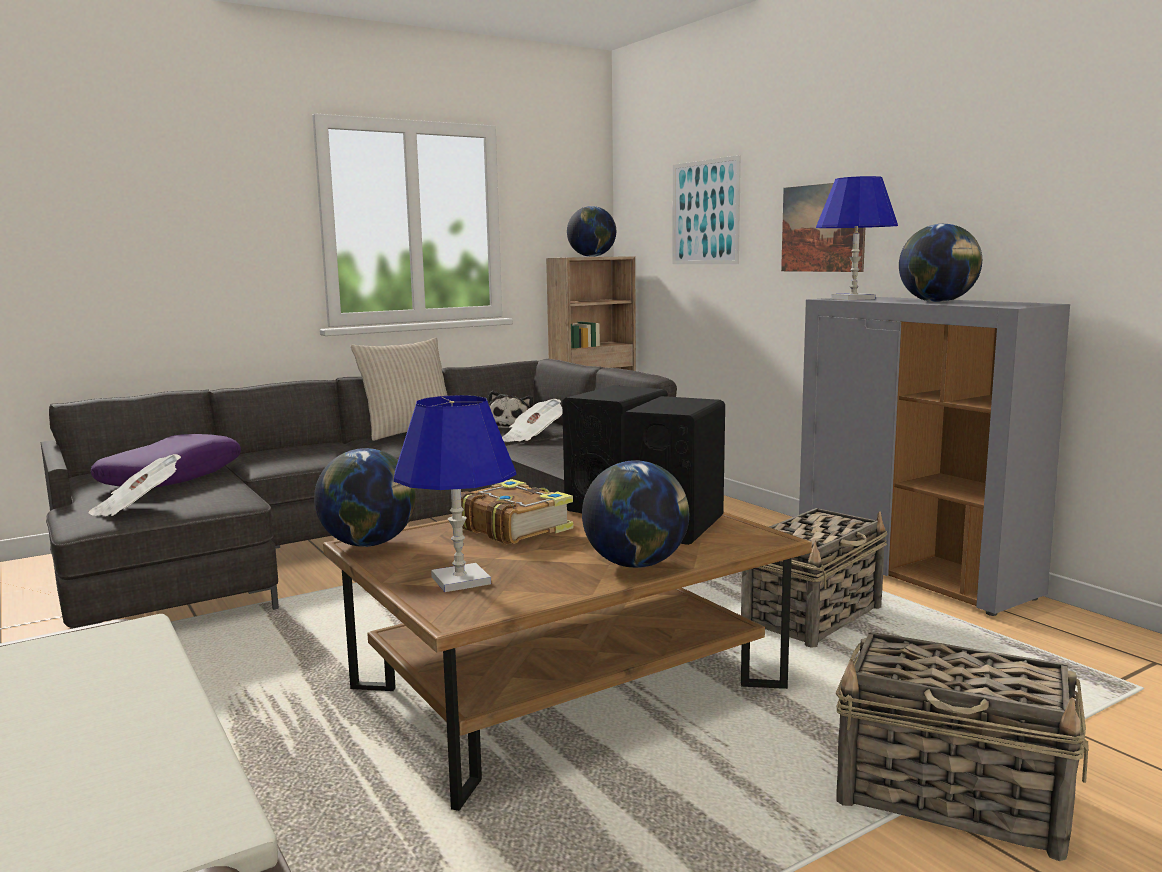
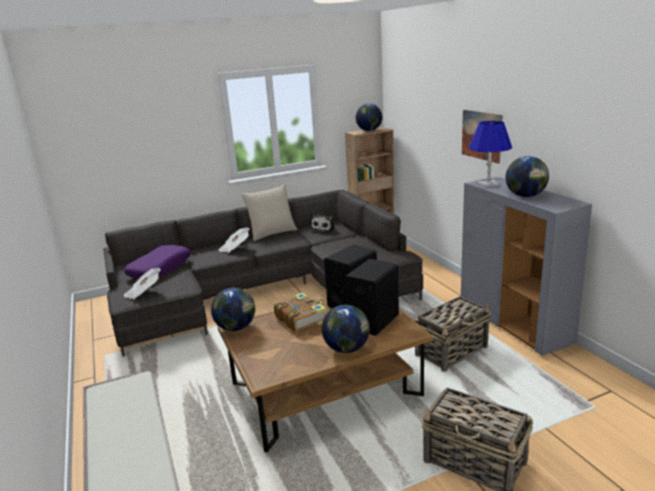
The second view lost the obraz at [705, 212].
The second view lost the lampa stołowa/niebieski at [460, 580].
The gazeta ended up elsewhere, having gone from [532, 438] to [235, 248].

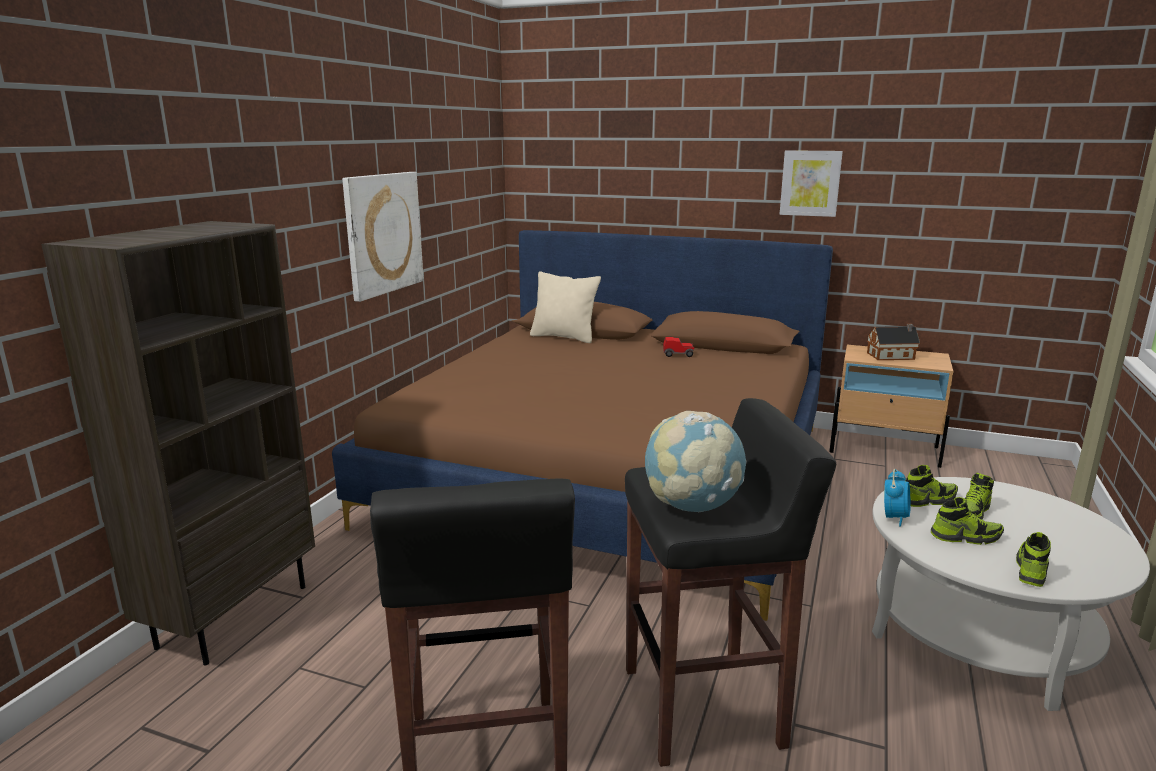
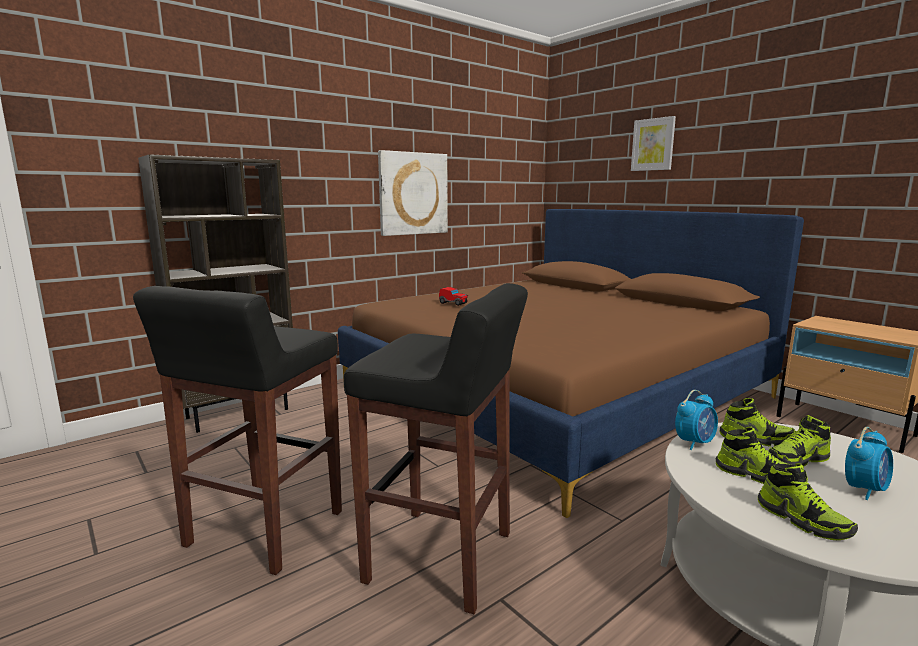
The obraz ended up elsewhere, having gone from [810, 183] to [653, 144].
The second view lost the poduszka/beżowy at [564, 337].
The second view lost the domek at [892, 356].
The samochodzik ended up elsewhere, having gone from [678, 355] to [453, 303].
The second view lost the globus at [692, 506].
The but at [1030, 569] ended up facing another way, 90 degrees clockwise from before.
The second view gained the budzik at [864, 489].

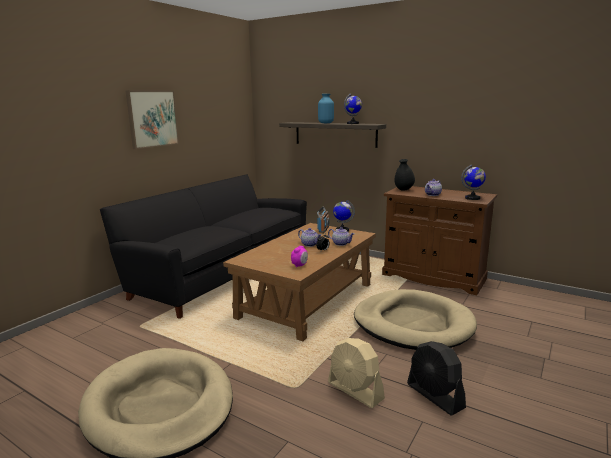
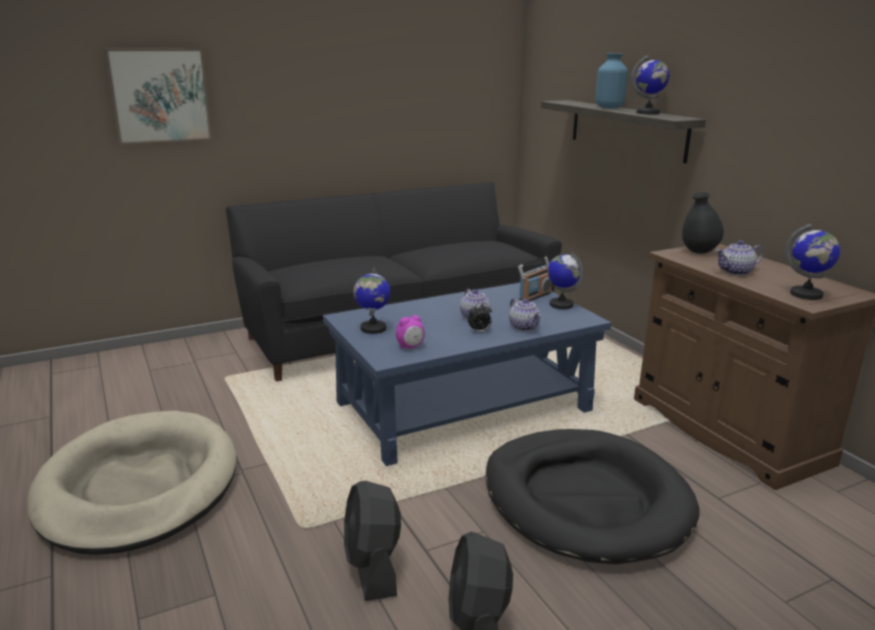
The obraz ended up elsewhere, having gone from [152, 118] to [160, 96].
What was the ława/brązowy at [306, 300] turned into the ława/niebieski at [464, 406].
What was the legowisko/beżowy at [412, 324] turned into the legowisko/czarny at [585, 500].
What was the wentylator/beżowy at [355, 391] turned into the wentylator/czarny at [373, 567].
The second view gained the globus at [373, 328].

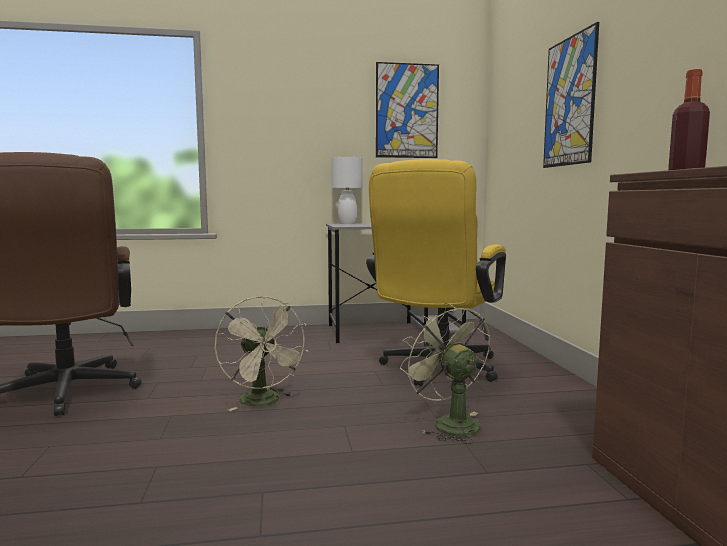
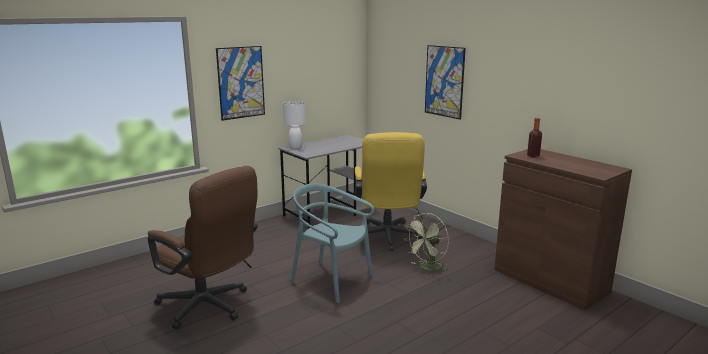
The obraz ended up elsewhere, having gone from [407, 111] to [241, 82].
Where the wentylator/beżowy stood at [264, 402], the krzesło/turkusowy came to stand at [331, 280].
The wentylator/zielony at [448, 423] ended up facing another way, 75 degrees counterclockwise from before.

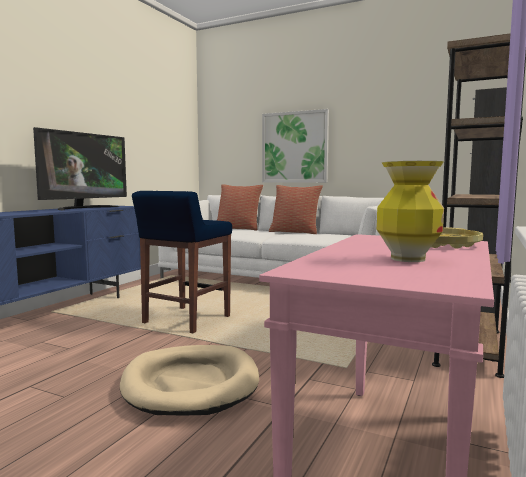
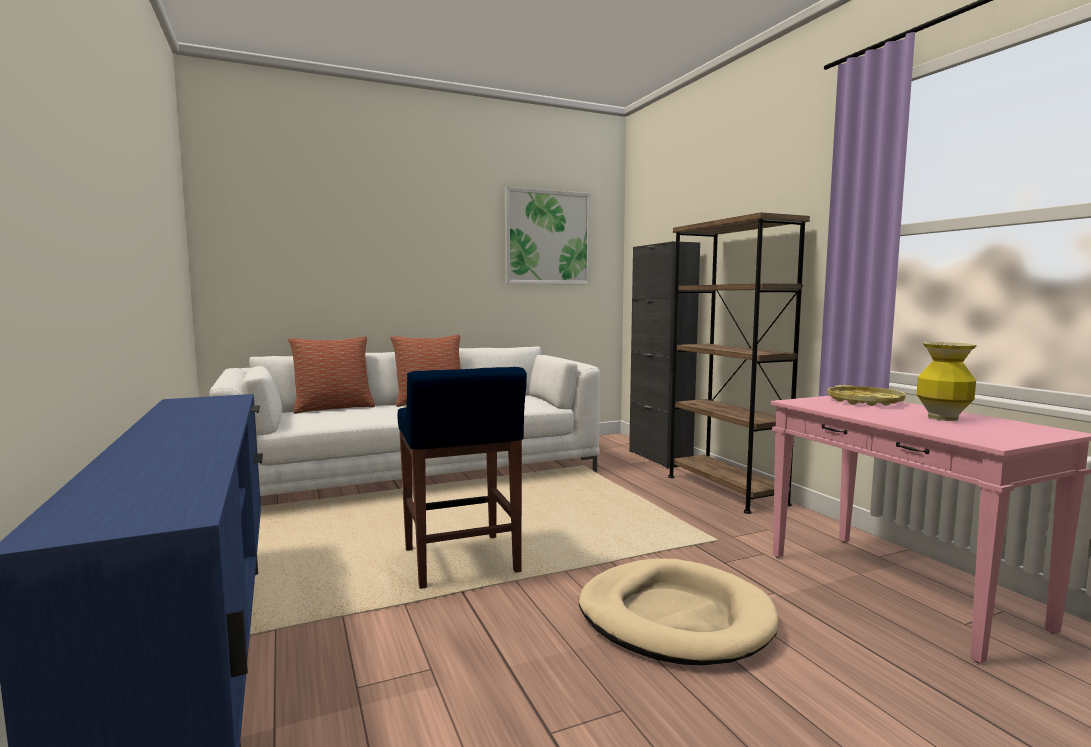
The obraz ended up elsewhere, having gone from [294, 147] to [548, 237].
The second view lost the telewizor at [84, 208].

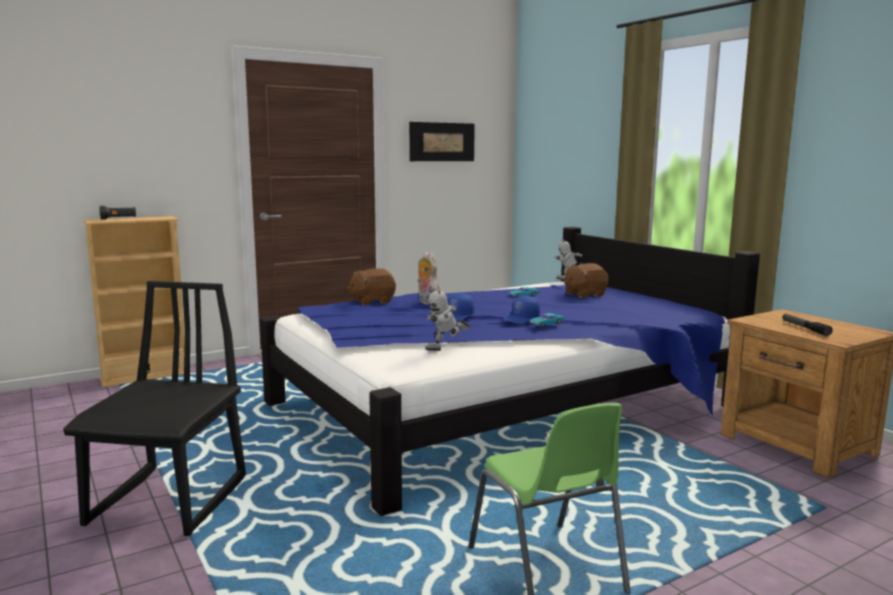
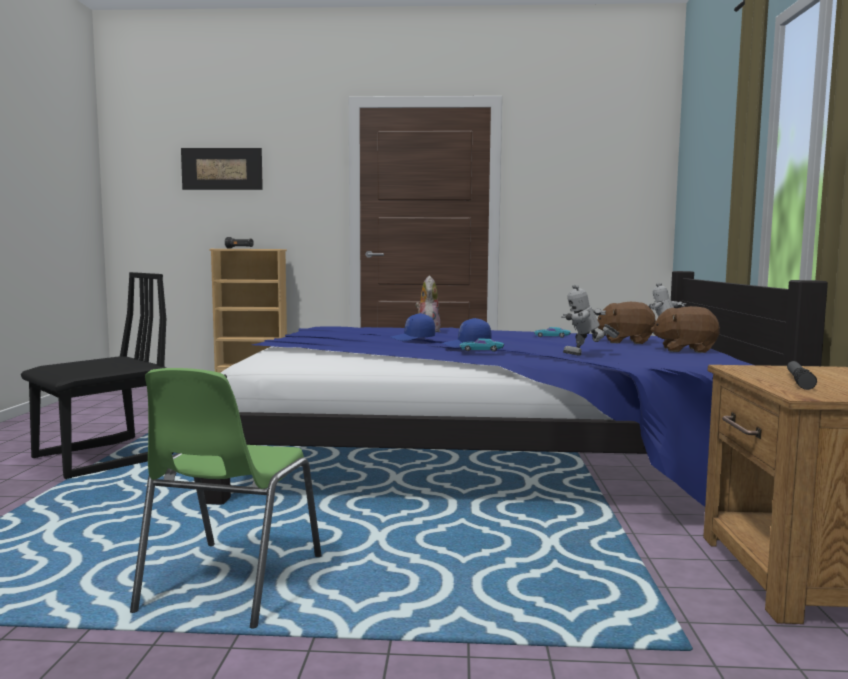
The obraz ended up elsewhere, having gone from [442, 142] to [222, 169].
The pluszak/brązowy ended up elsewhere, having gone from [372, 301] to [685, 350].
The robot zabawkowy ended up elsewhere, having gone from [446, 350] to [586, 356].

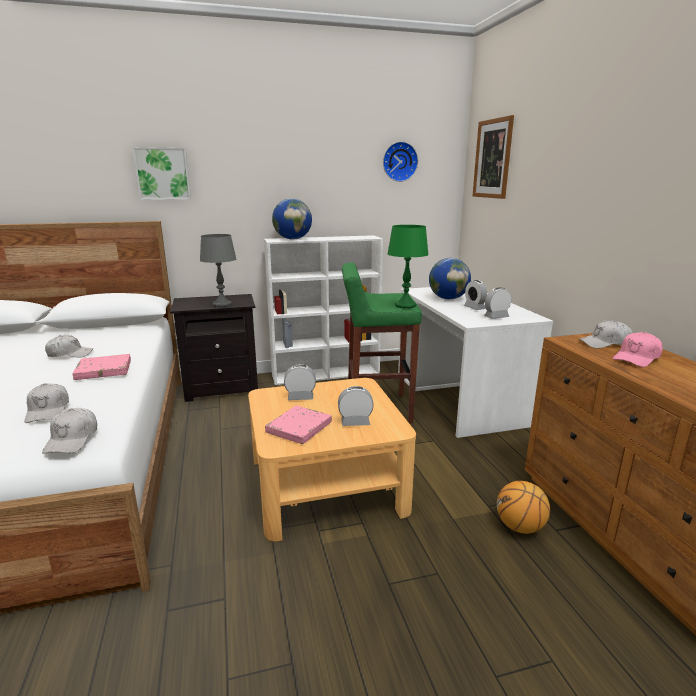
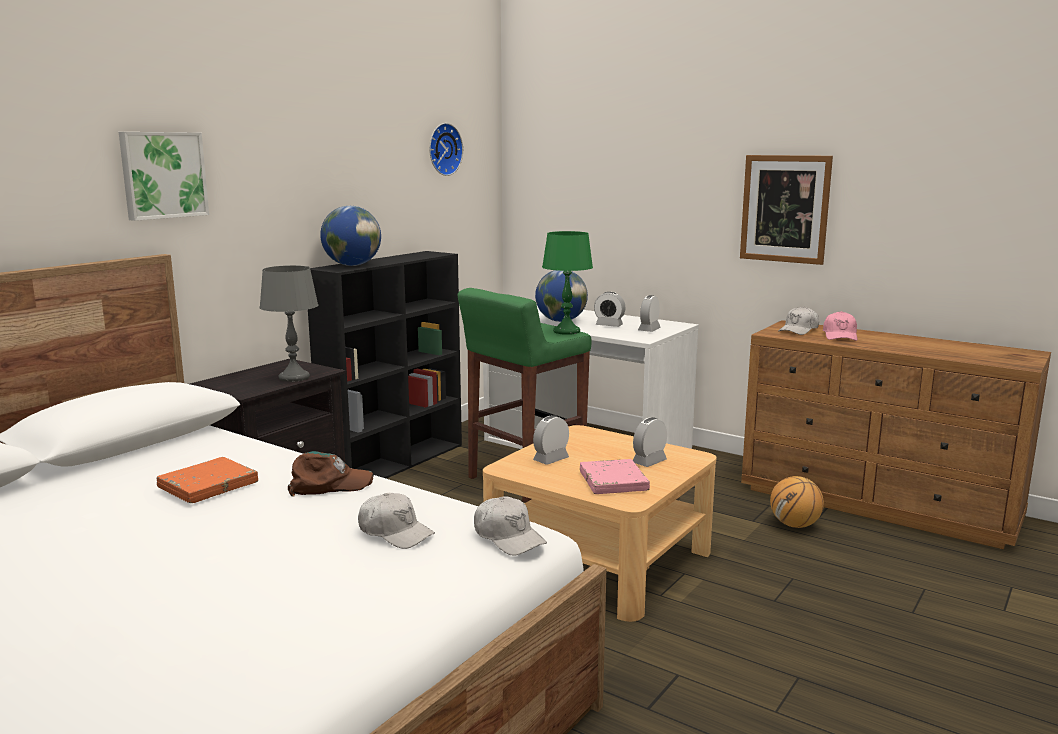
The obraz ended up elsewhere, having gone from [492, 159] to [785, 209].
What was the regał/biały at [326, 374] turned into the regał/czarny at [395, 463].
Where the czapka z daszkiem/biały stood at [70, 354], the książka/pomarańczowy came to stand at [208, 486].
Where the książka/różowy stood at [104, 370], the czapka z daszkiem/brązowy came to stand at [329, 484].

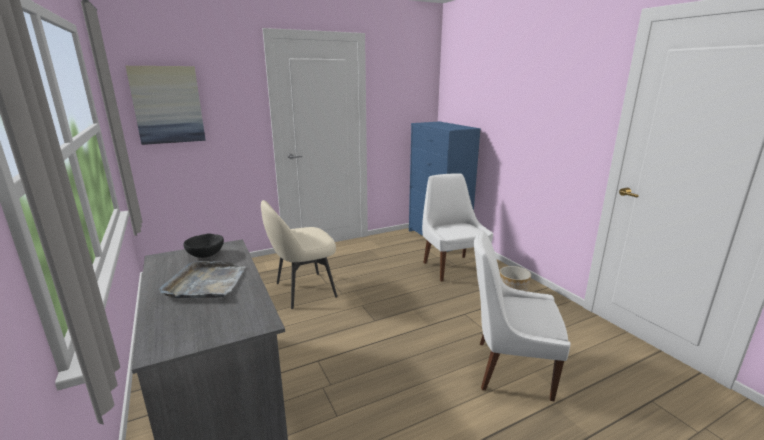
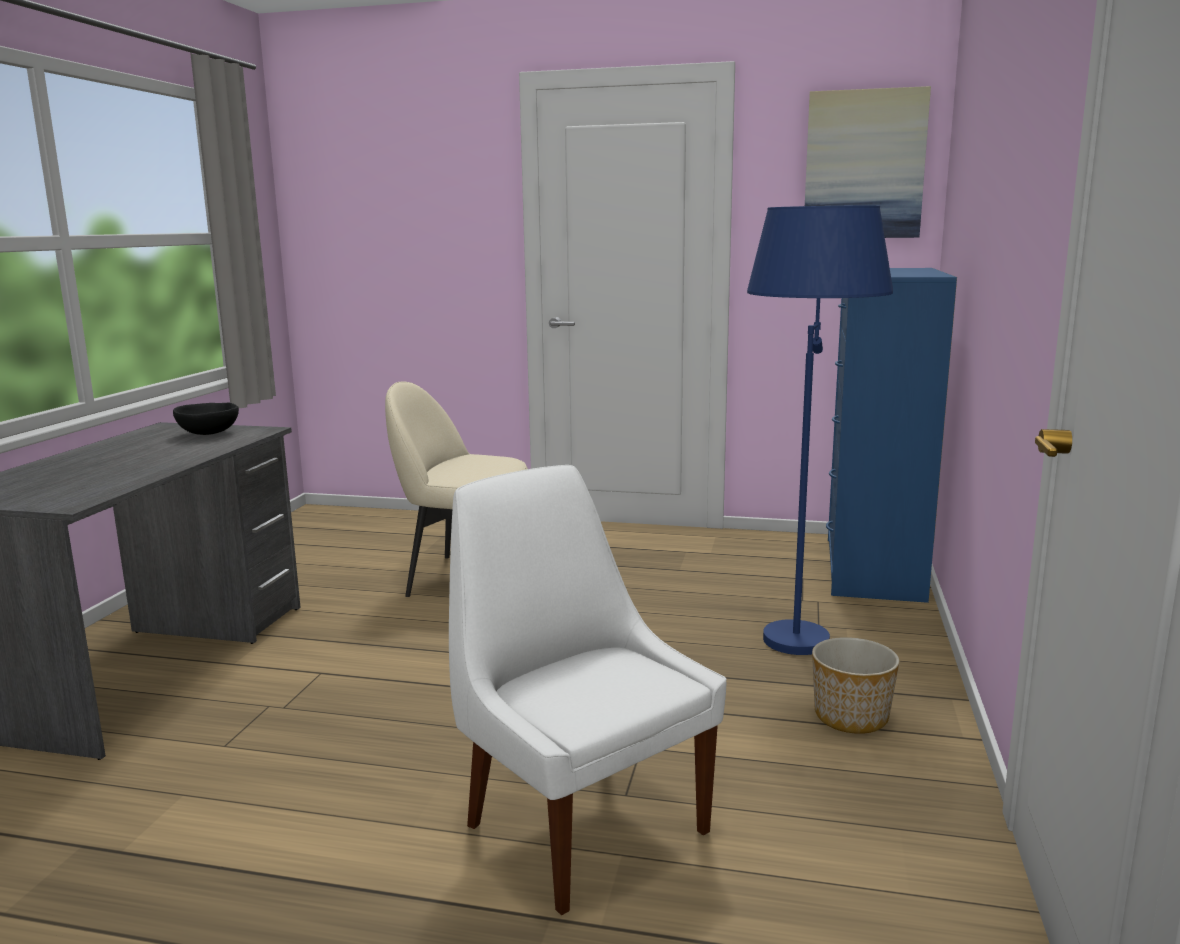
The obraz ended up elsewhere, having gone from [168, 105] to [864, 165].
Where the krzesło/biały stood at [452, 267], the lampa stojąca/niebieski came to stand at [801, 626].
The second view lost the taca/szary at [206, 283].

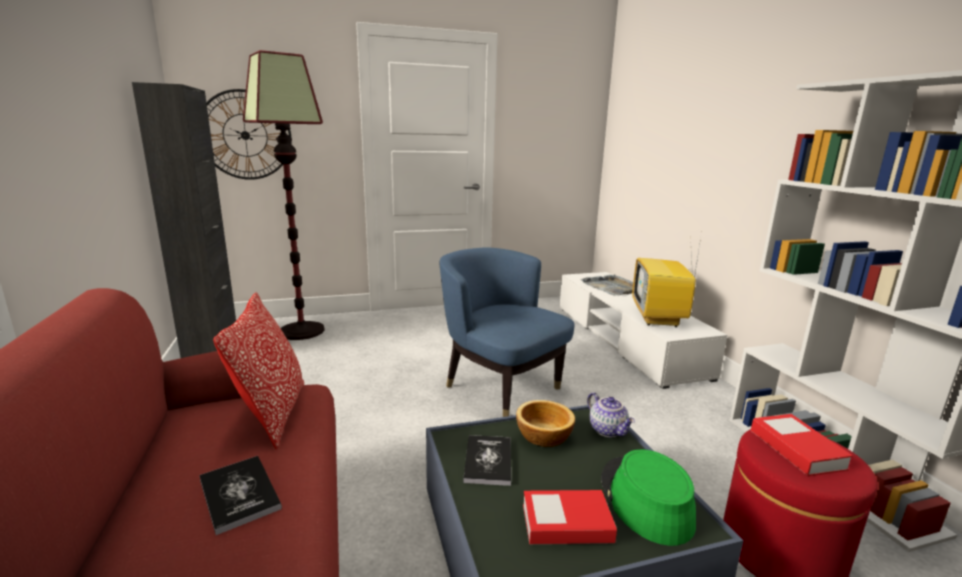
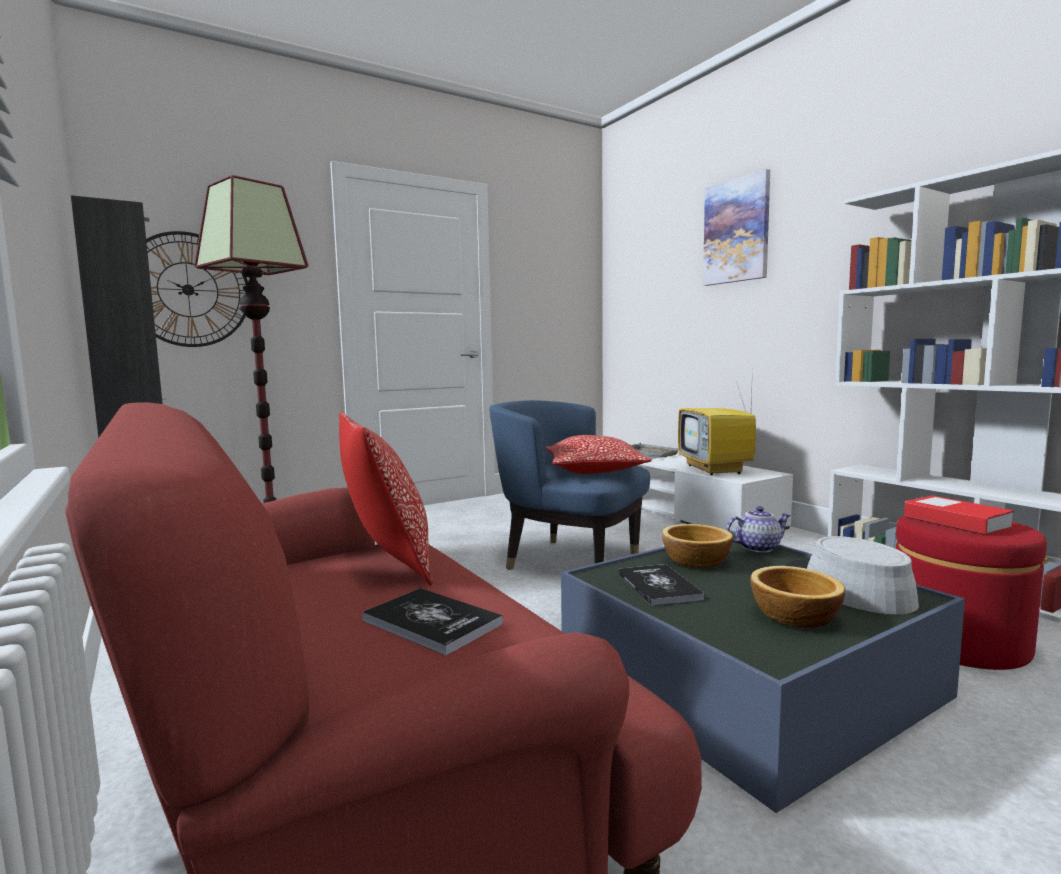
The imbryk at [608, 430] ended up facing another way, 60 degrees counterclockwise from before.
What was the kapelusz/zielony at [645, 500] turned into the kapelusz/szary at [847, 588].
Where the książka stood at [566, 524], the miska came to stand at [793, 616].
The second view gained the obraz at [736, 231].
The second view gained the poduszka at [594, 471].

